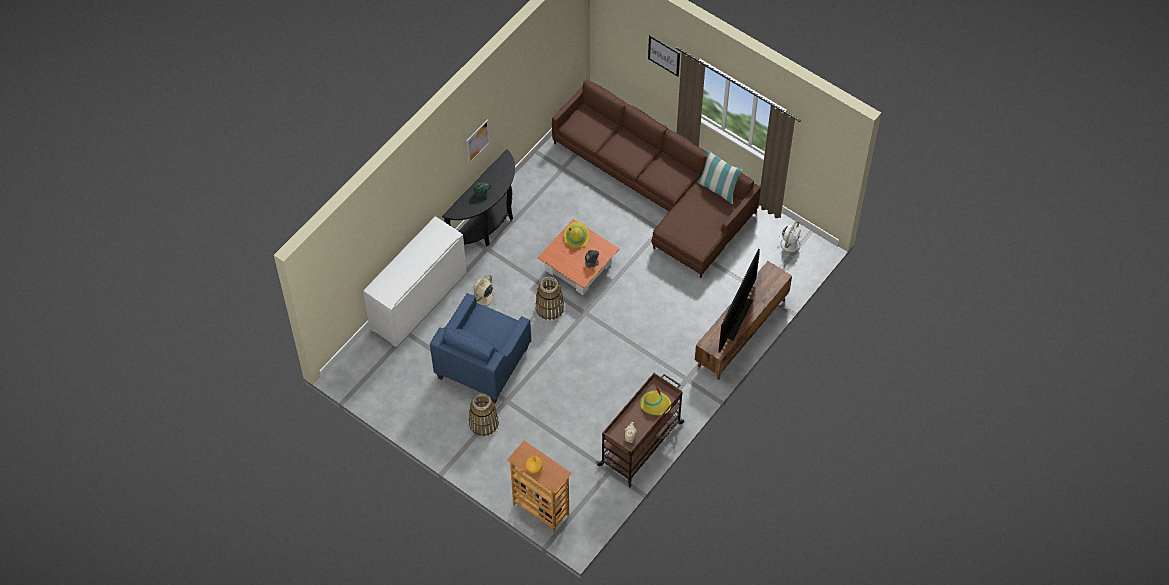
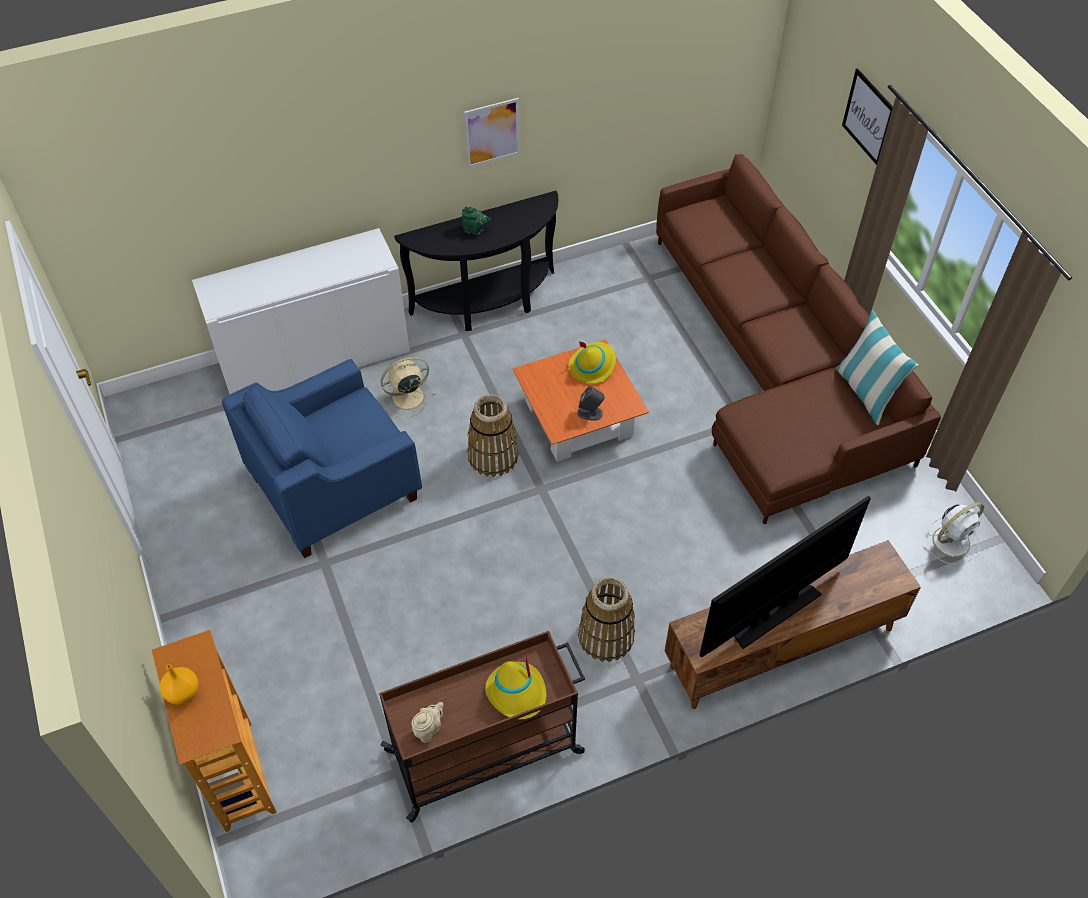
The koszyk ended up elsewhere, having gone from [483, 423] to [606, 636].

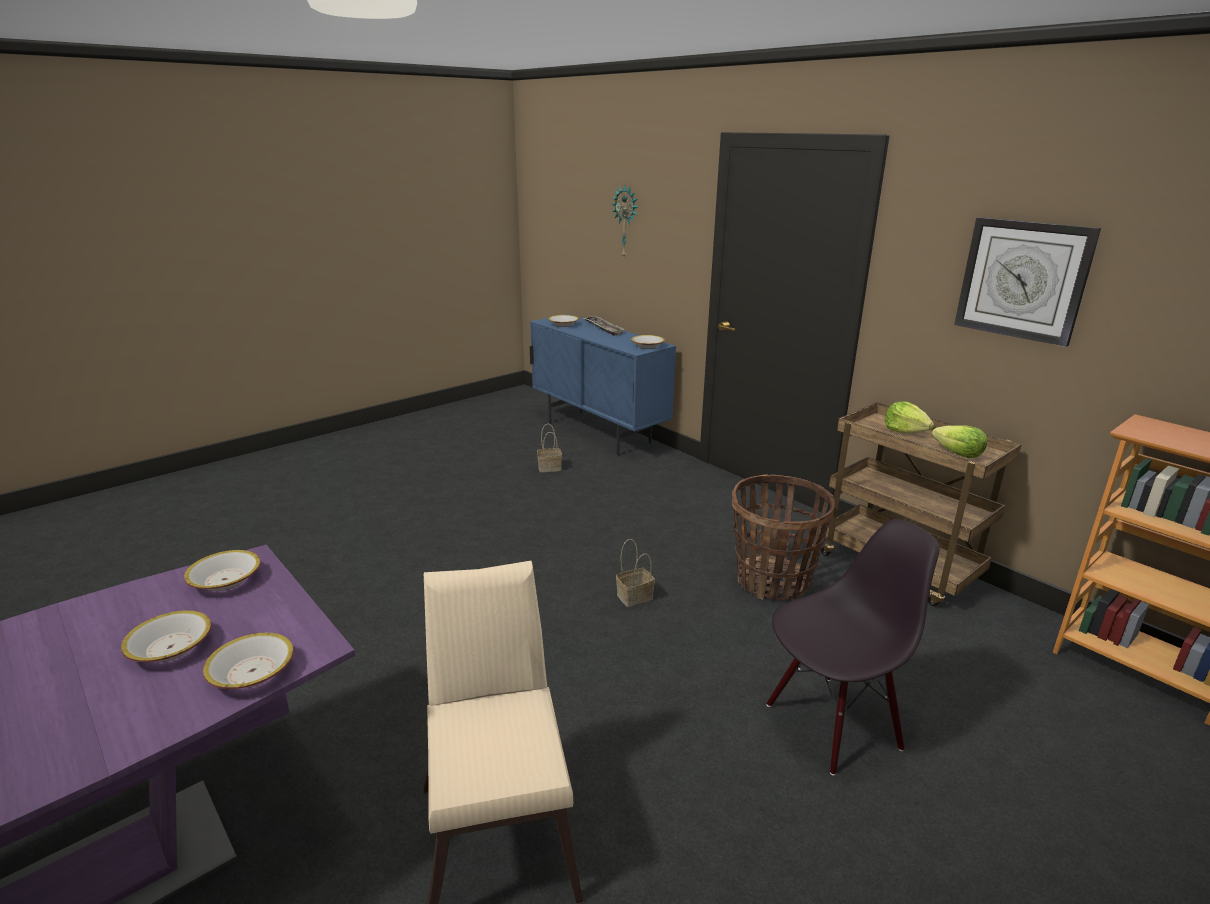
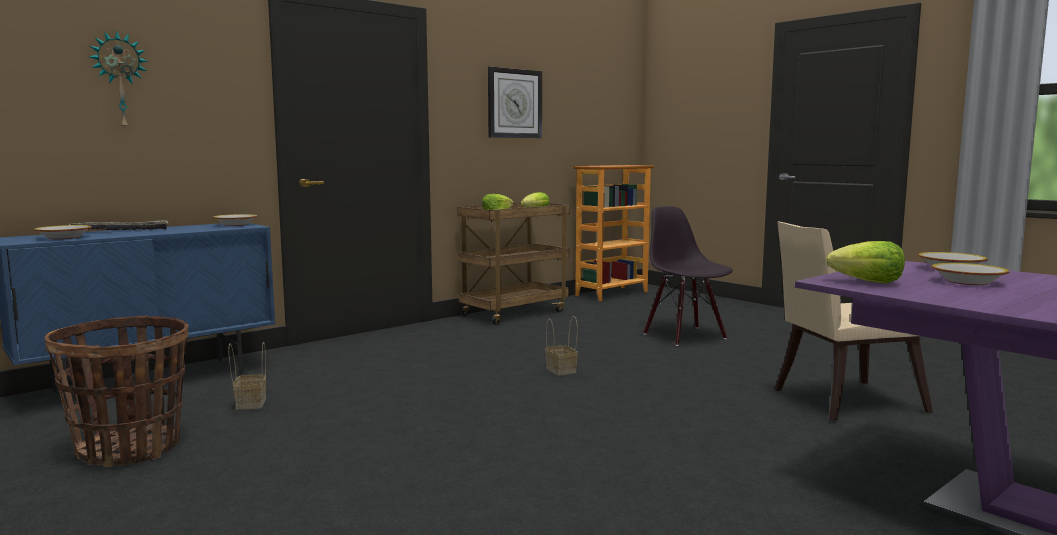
The koszyk ended up elsewhere, having gone from [773, 581] to [130, 449].
Where the miska stood at [225, 580], the sałata came to stand at [867, 282].

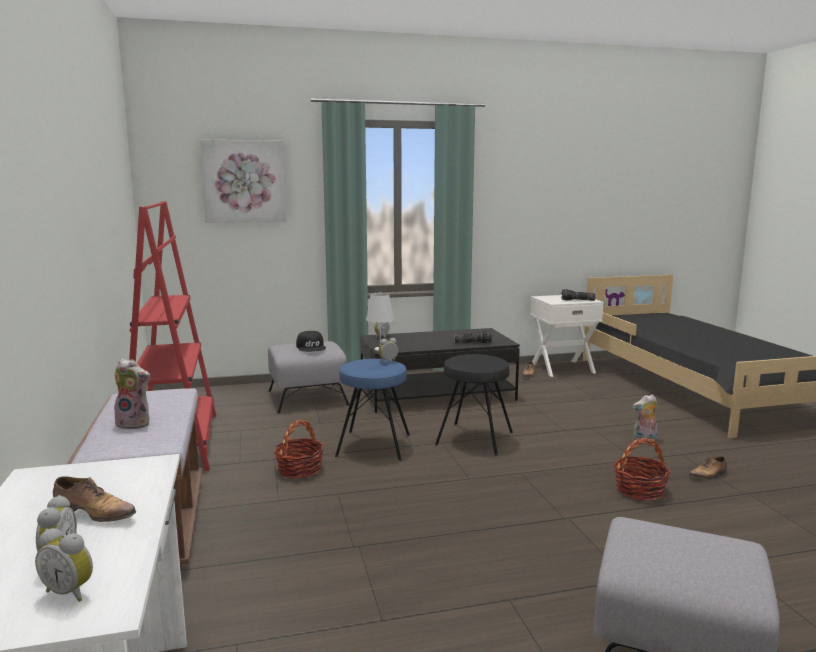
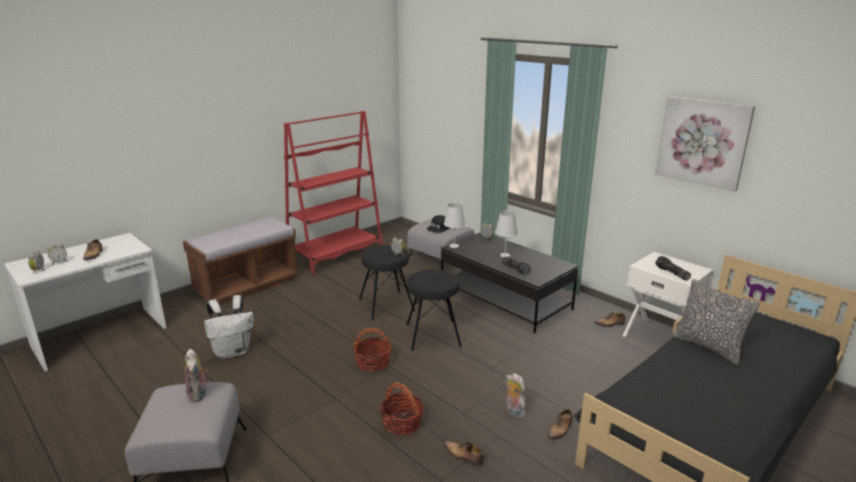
The obraz ended up elsewhere, having gone from [244, 181] to [702, 142].
The pluszak ended up elsewhere, having gone from [135, 423] to [199, 394].
What was the stołek/niebieski at [374, 445] turned into the stołek/czarny at [386, 305].
The koszyk ended up elsewhere, having gone from [299, 469] to [373, 362].
The second view gained the lampa stołowa/biały at [505, 255].
The second view gained the poduszka at [708, 347].
The second view gained the plecak/biały at [233, 351].
The second view gained the but at [560, 430].

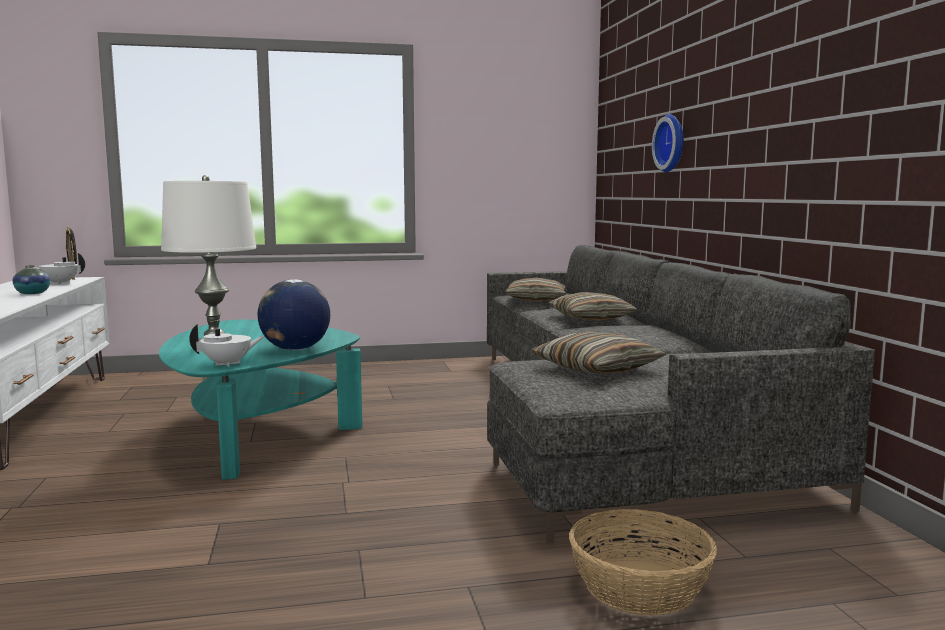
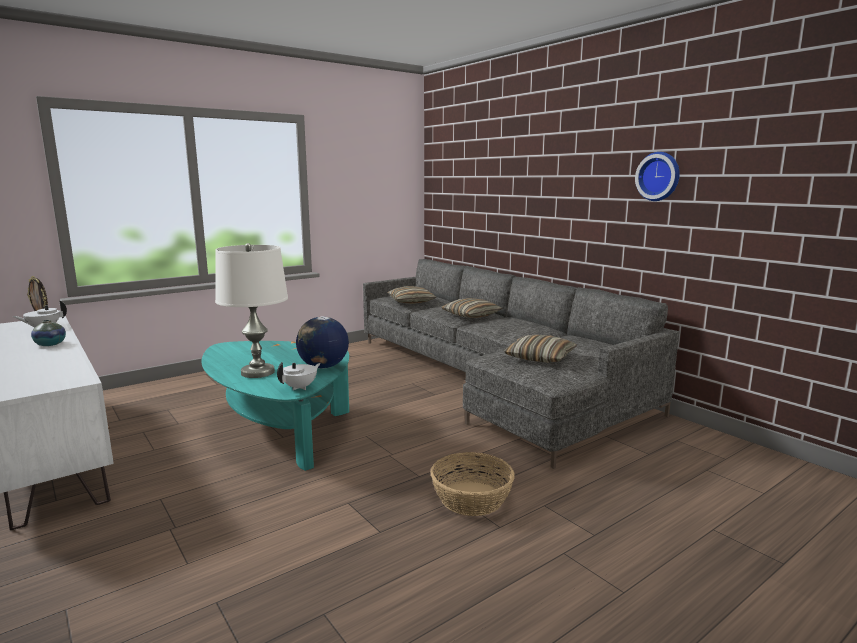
The zegar ścienny ended up elsewhere, having gone from [672, 143] to [659, 176].
The koszyk ended up elsewhere, having gone from [640, 587] to [472, 499].

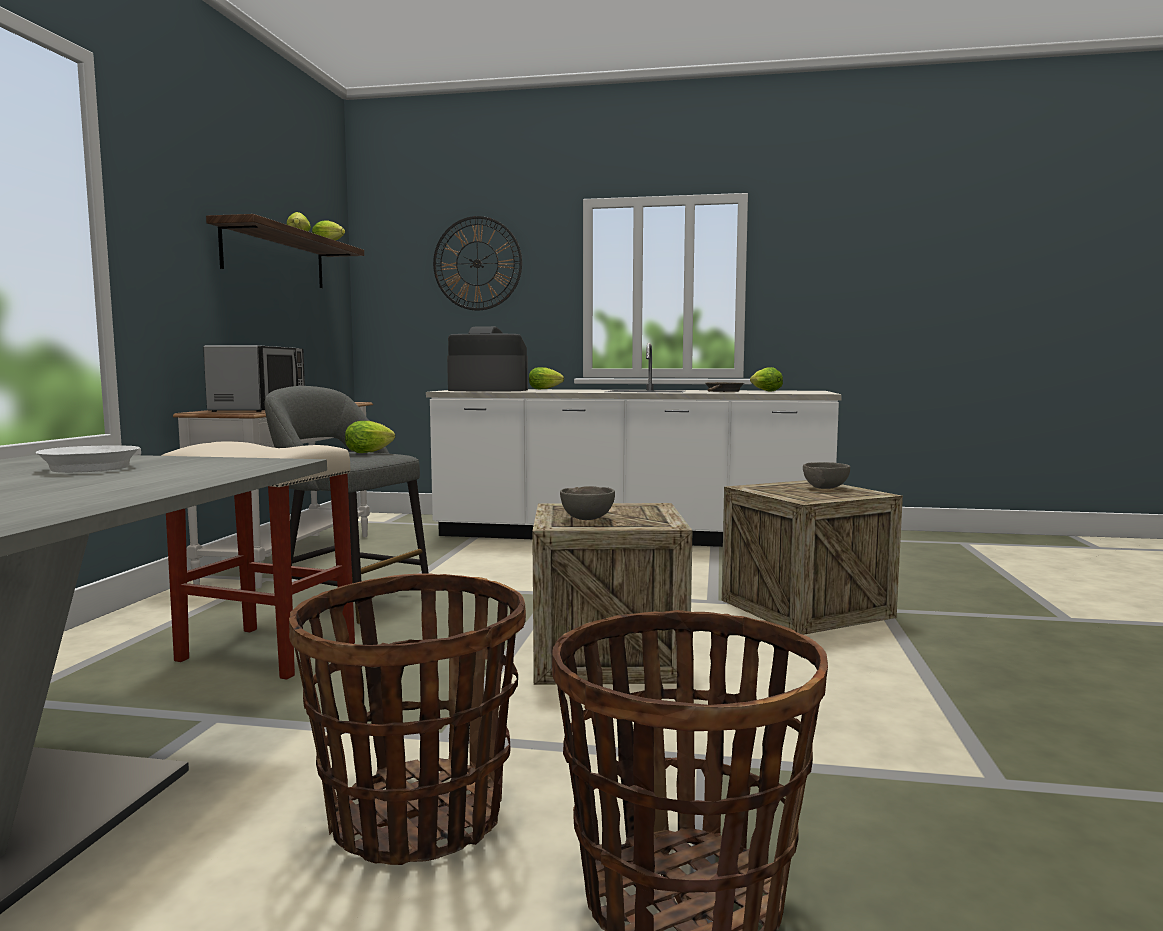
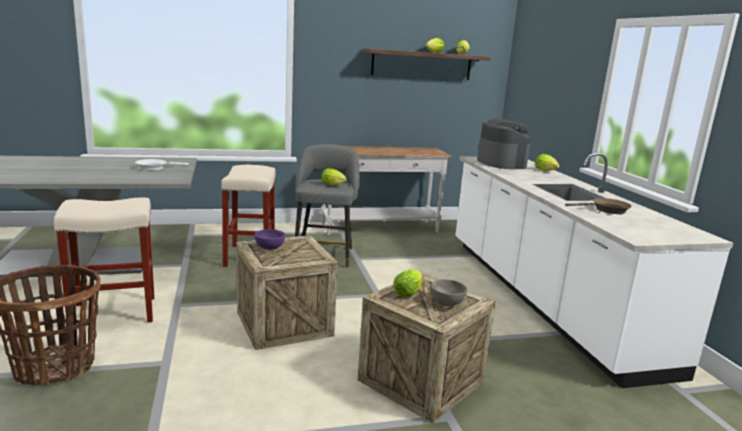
The second view lost the zegar ścienny at [477, 263].
The second view lost the mikrofalówka at [260, 408].
The sałata ended up elsewhere, having gone from [764, 391] to [409, 292].
What was the miska/szary at [588, 519] turned into the miska/fioletowy at [270, 248].
Where the koszyk stood at [416, 818], the stołek/beżowy came to stand at [112, 313].

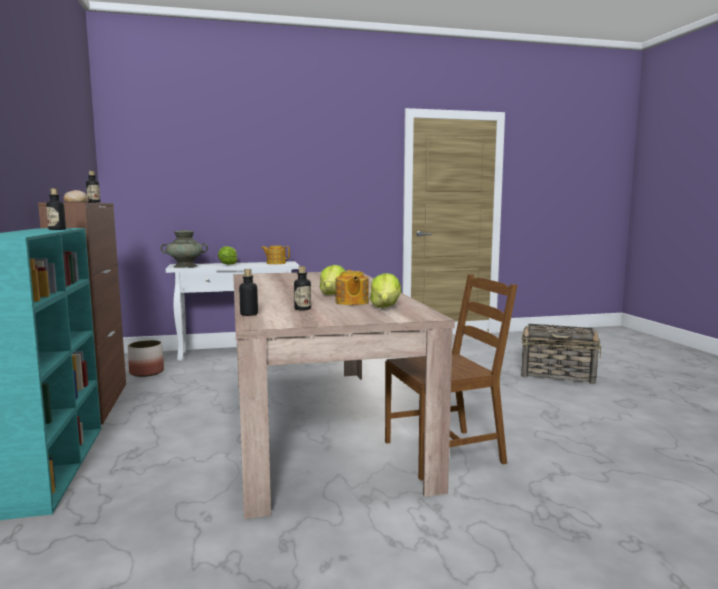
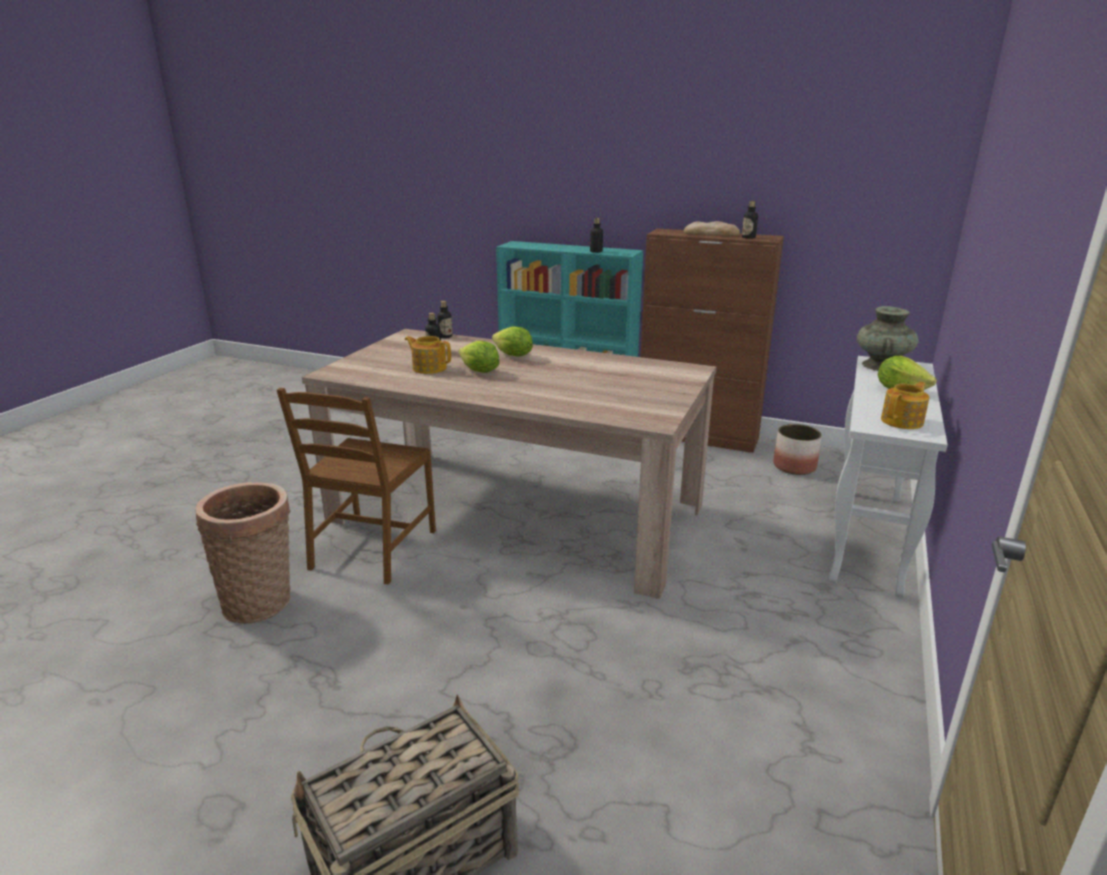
The sałata ended up elsewhere, having gone from [385, 307] to [513, 356].
The second view gained the koszyk at [261, 601].

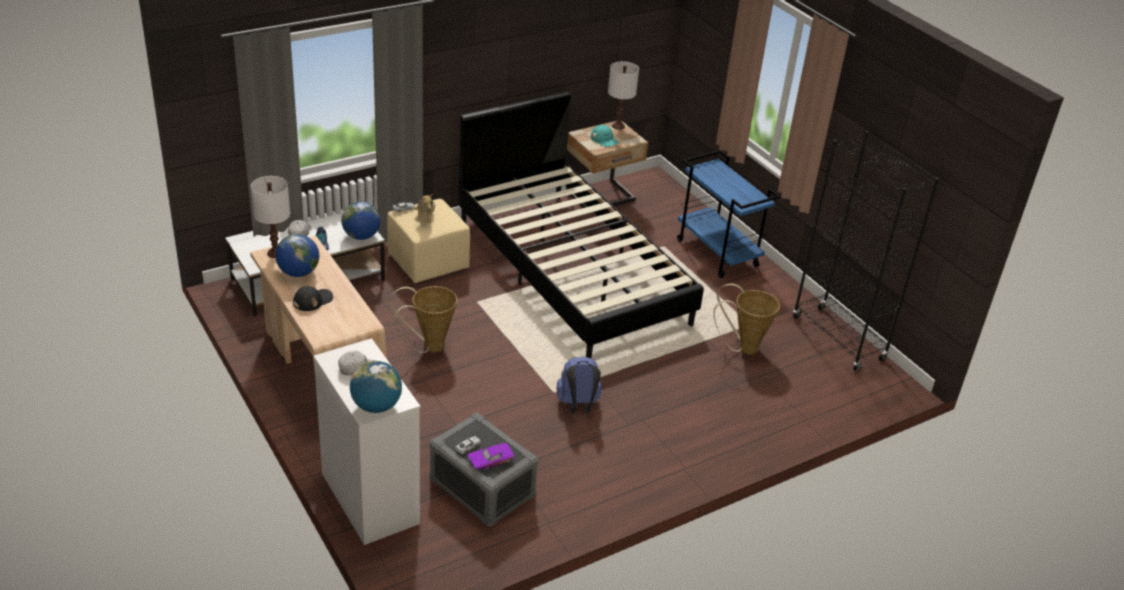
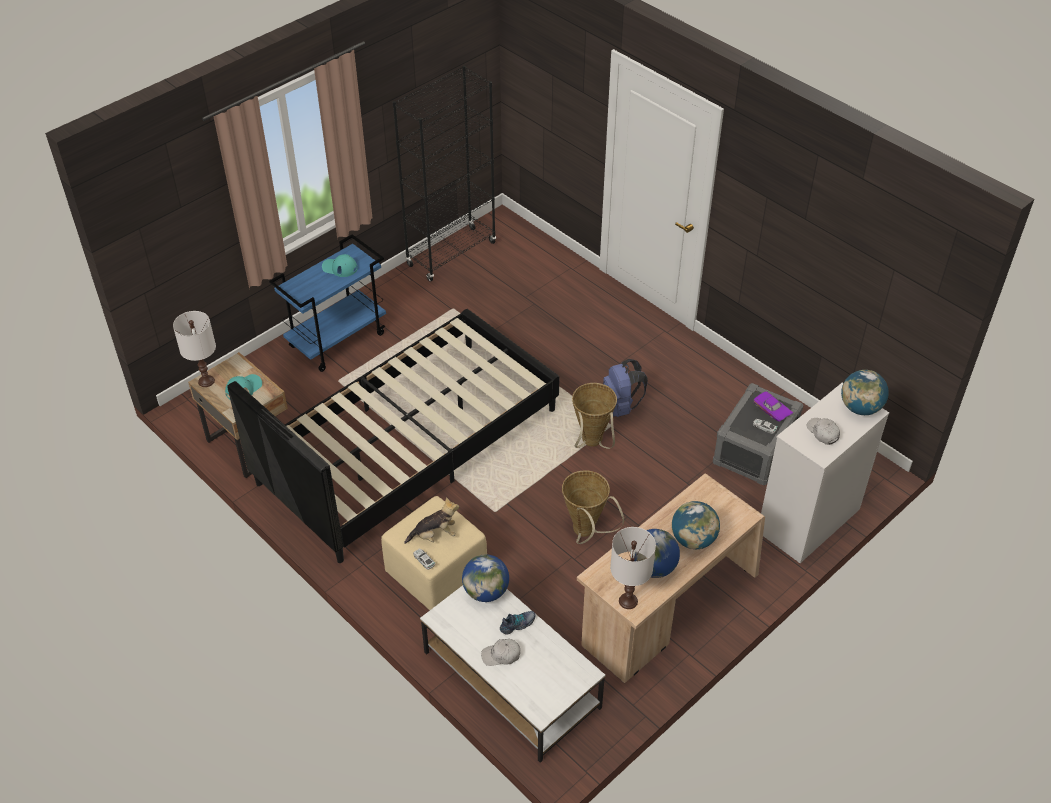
The koszyk ended up elsewhere, having gone from [743, 347] to [592, 444].
Where the czapka z daszkiem/czarny stood at [313, 300], the globus came to stand at [693, 539].
The second view gained the czapka z daszkiem/turkusowy at [339, 268].

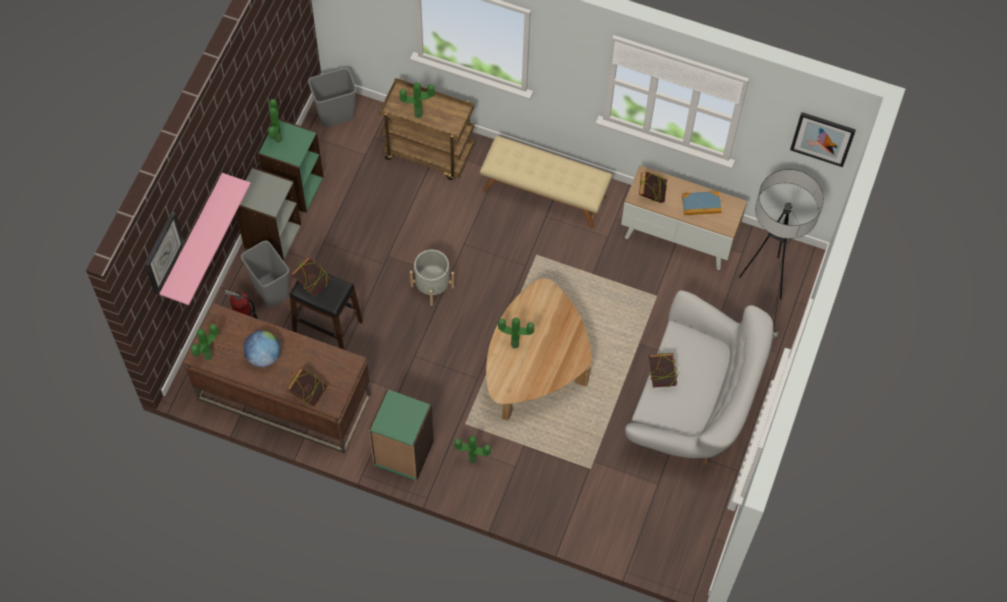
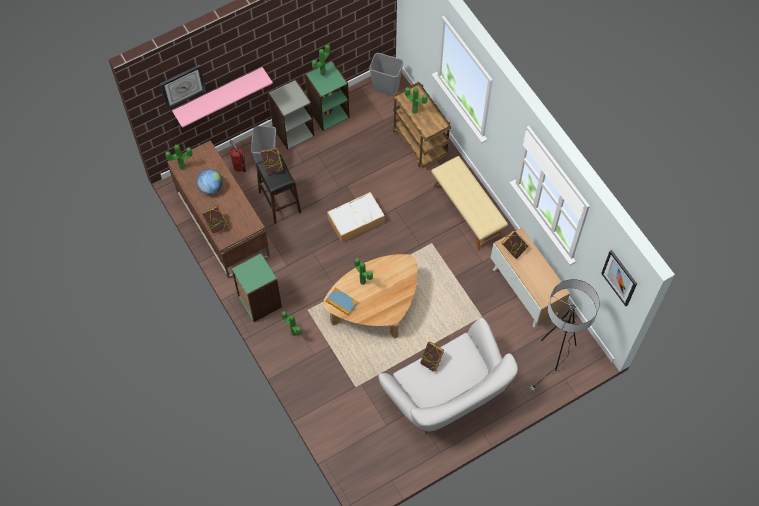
The książka ended up elsewhere, having gone from [701, 204] to [341, 302].
Where the donica/szary stood at [432, 286], the pojemnik do przechowywania came to stand at [356, 220].

